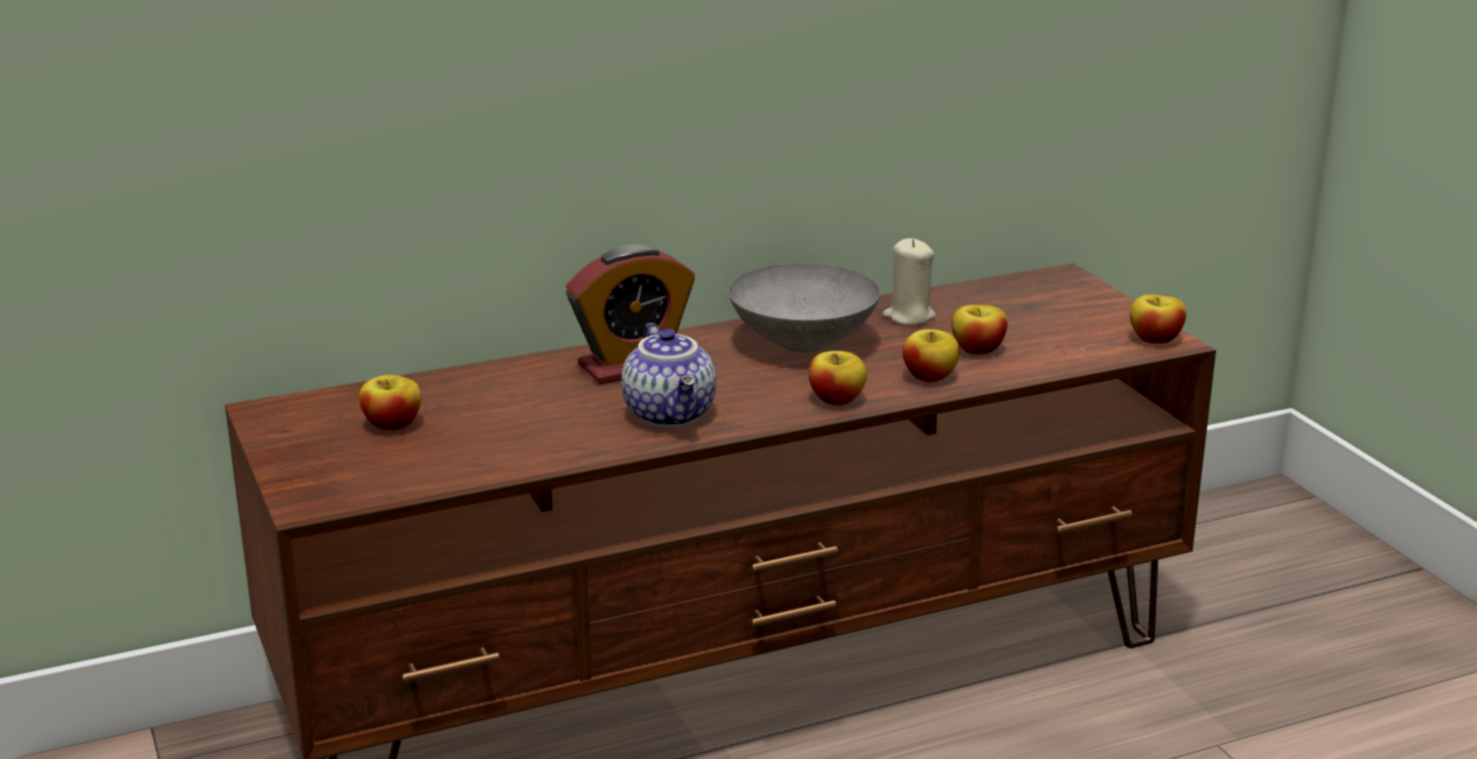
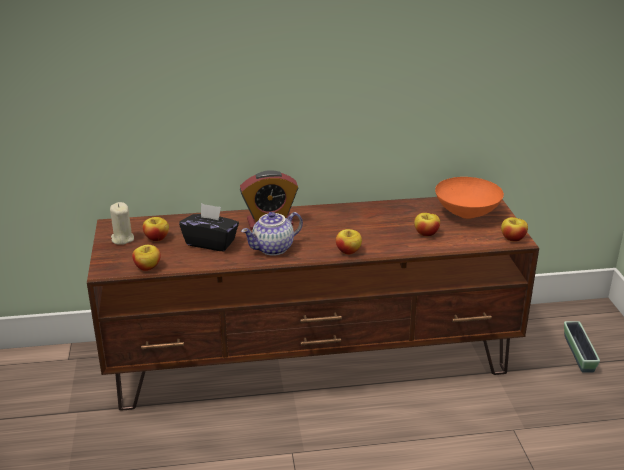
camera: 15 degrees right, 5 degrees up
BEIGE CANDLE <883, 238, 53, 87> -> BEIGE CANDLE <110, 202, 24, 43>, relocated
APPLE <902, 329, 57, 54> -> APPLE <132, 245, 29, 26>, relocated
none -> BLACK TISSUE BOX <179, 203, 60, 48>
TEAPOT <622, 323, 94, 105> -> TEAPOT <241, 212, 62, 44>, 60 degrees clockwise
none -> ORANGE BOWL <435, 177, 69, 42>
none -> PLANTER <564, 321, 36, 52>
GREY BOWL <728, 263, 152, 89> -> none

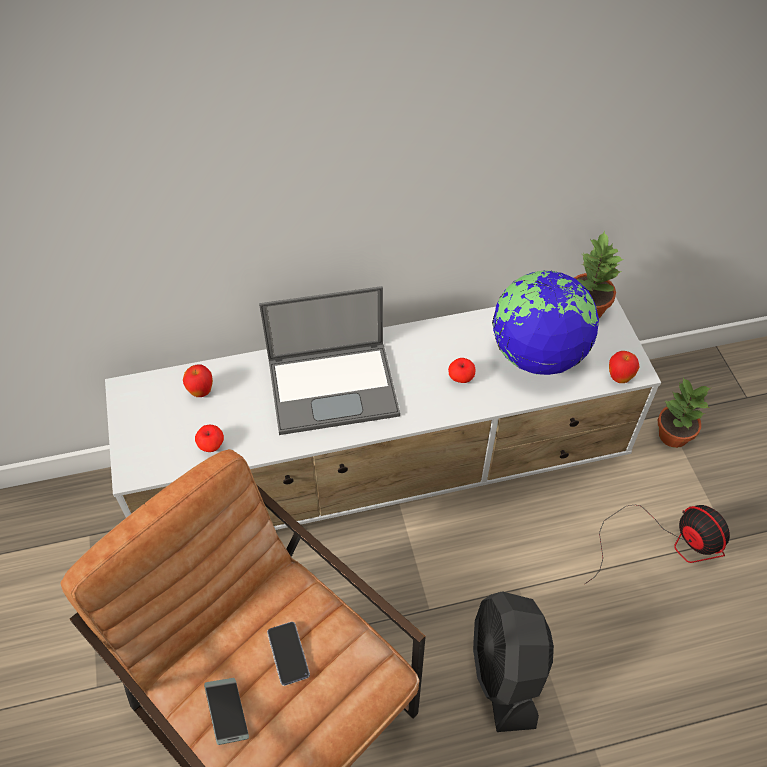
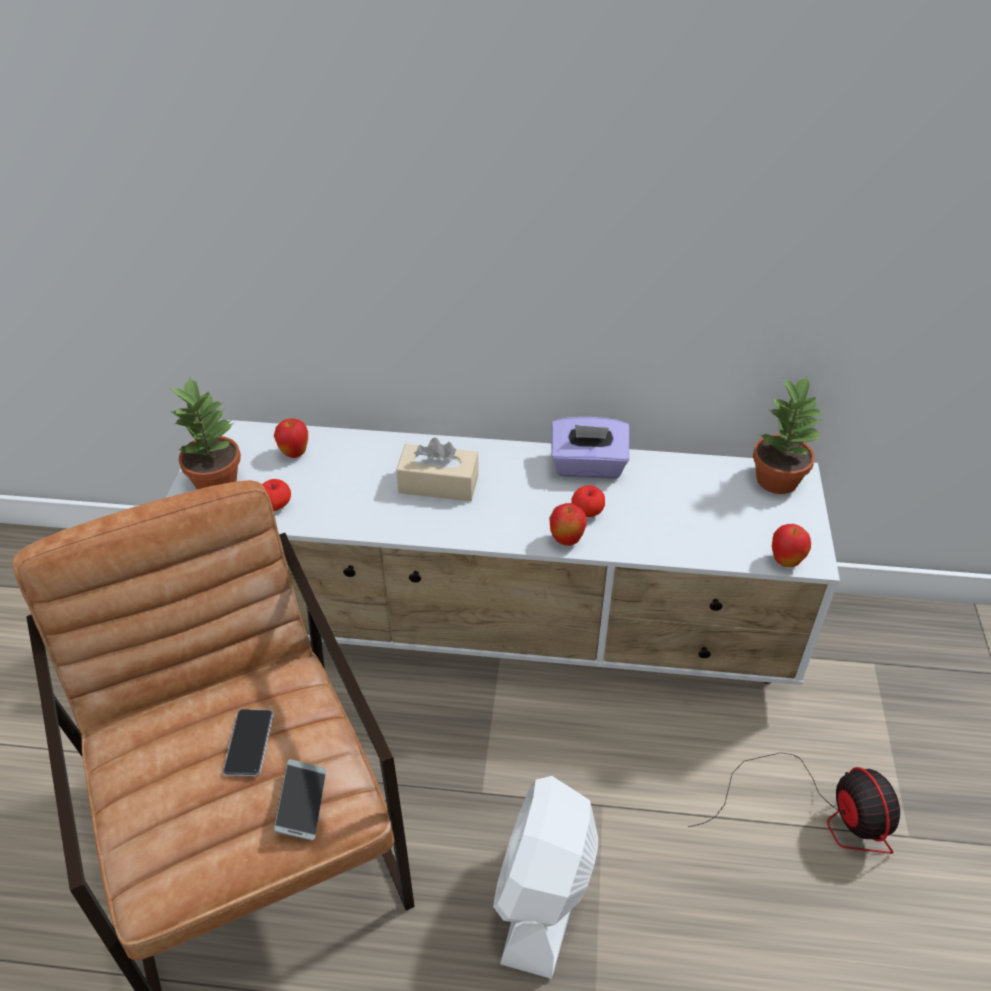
camera: 20 degrees right, 10 degrees down
POTTED PLANT <658, 378, 52, 70> -> POTTED PLANT <170, 376, 71, 113>, relocated
PHONE <204, 678, 45, 67> -> PHONE <274, 759, 52, 82>, relocated
LAPTOP <259, 286, 141, 149> -> BEIGE TISSUE BOX <396, 438, 83, 64>
BLACK FAN <473, 591, 81, 141> -> WHITE FAN <493, 776, 105, 203>
none -> APPLE <549, 503, 38, 43>
none -> PURPLE TISSUE BOX <551, 417, 78, 62>
GLOBE <492, 270, 107, 105> -> none

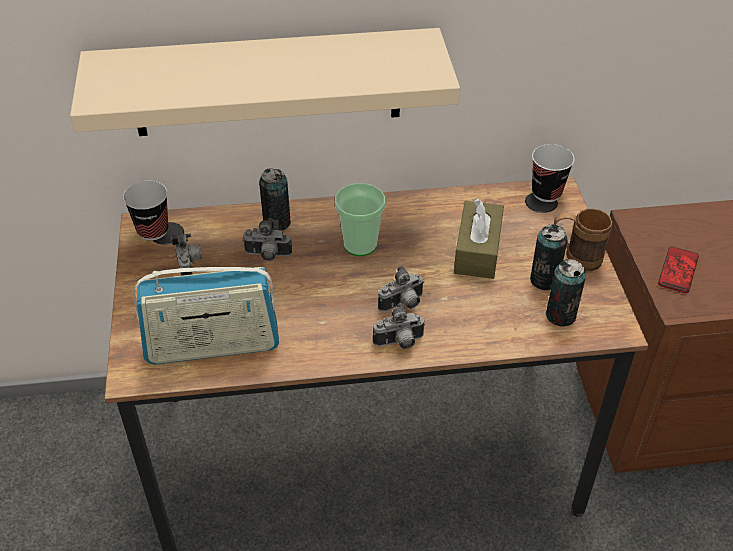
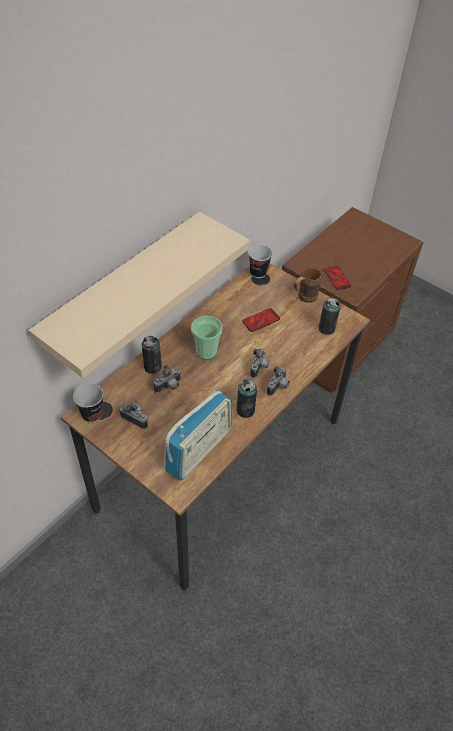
camera: 45 degrees left, 5 degrees up
CAN <530, 224, 38, 66> -> CAN <236, 379, 21, 39>, relocated
BROWN TISSUE BOX <454, 198, 50, 81> -> PHONE <242, 308, 38, 24>

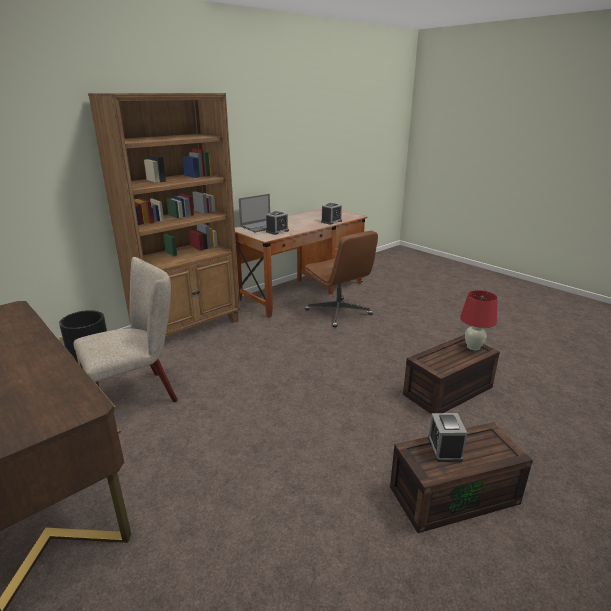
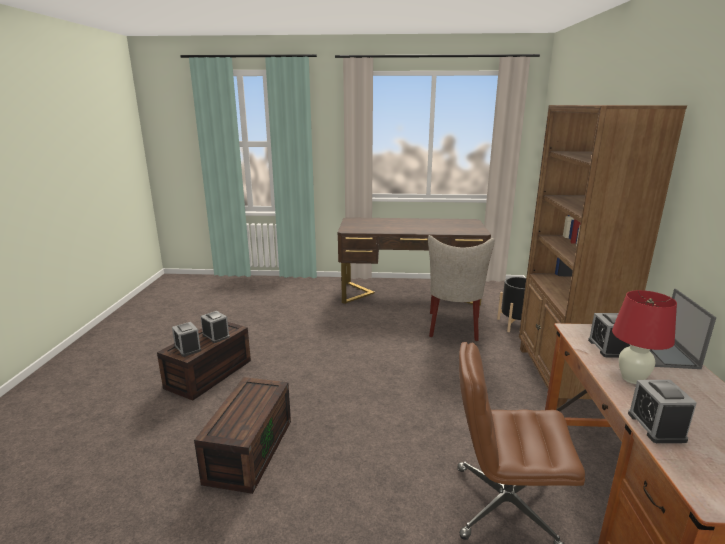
camera: 135 degrees right, 5 degrees down
none -> ALARM CLOCK <172, 322, 29, 35>
RED TABLE LAMP <460, 290, 38, 60> -> RED TABLE LAMP <612, 290, 65, 94>, relocated

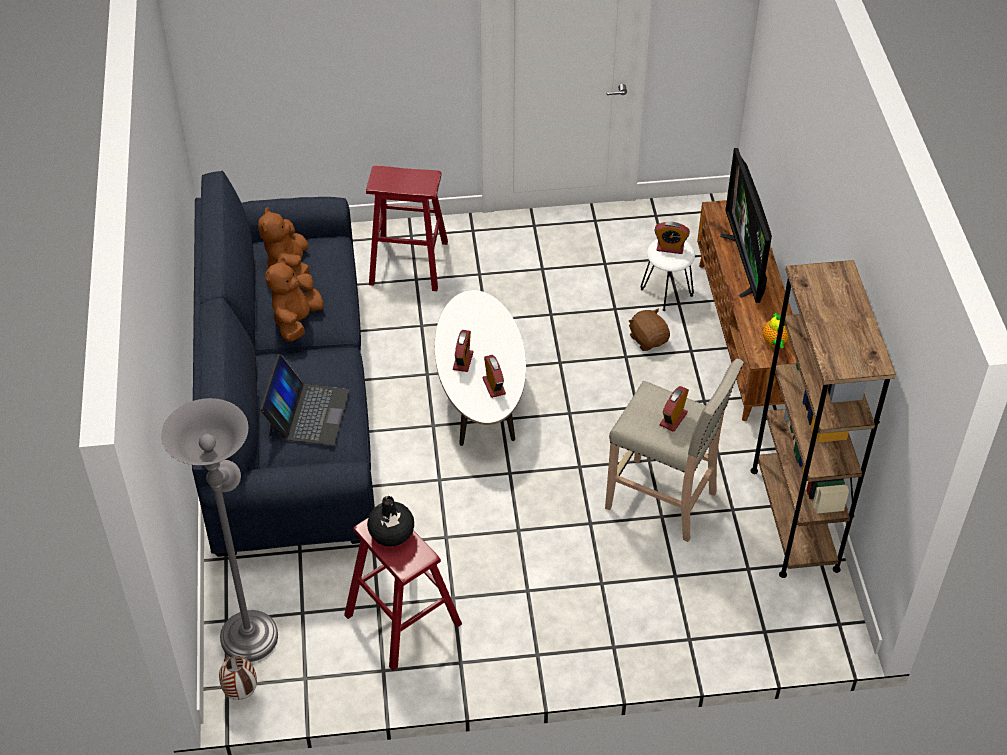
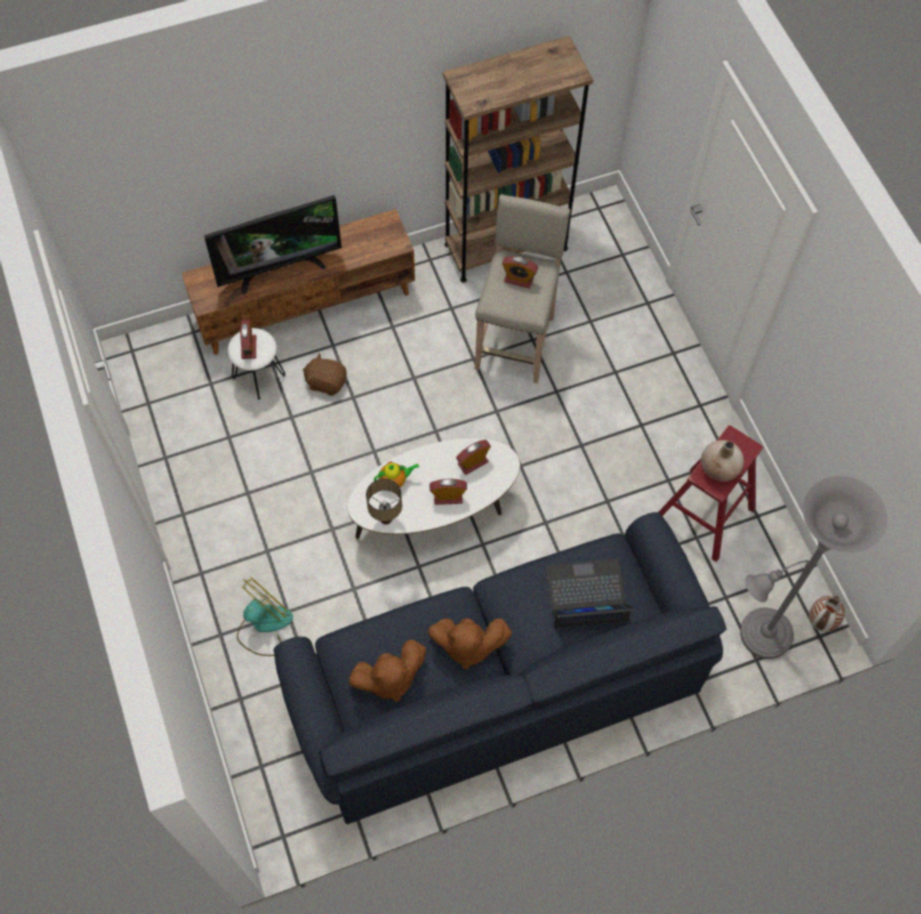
camera: 105 degrees left, 15 degrees up
RED STOOL <366, 165, 82, 126> -> FAN <237, 577, 56, 79>
BROWN PLUSH TOY <628, 308, 42, 43> -> BROWN PLUSH TOY <303, 353, 44, 43>, 60 degrees clockwise
none -> TABLE LAMP <366, 479, 36, 46>
TEAPOT <763, 312, 26, 36> -> TEAPOT <374, 462, 45, 25>, relocated
BLACK VASE <367, 496, 47, 51> -> BEIGE VASE <701, 440, 43, 42>

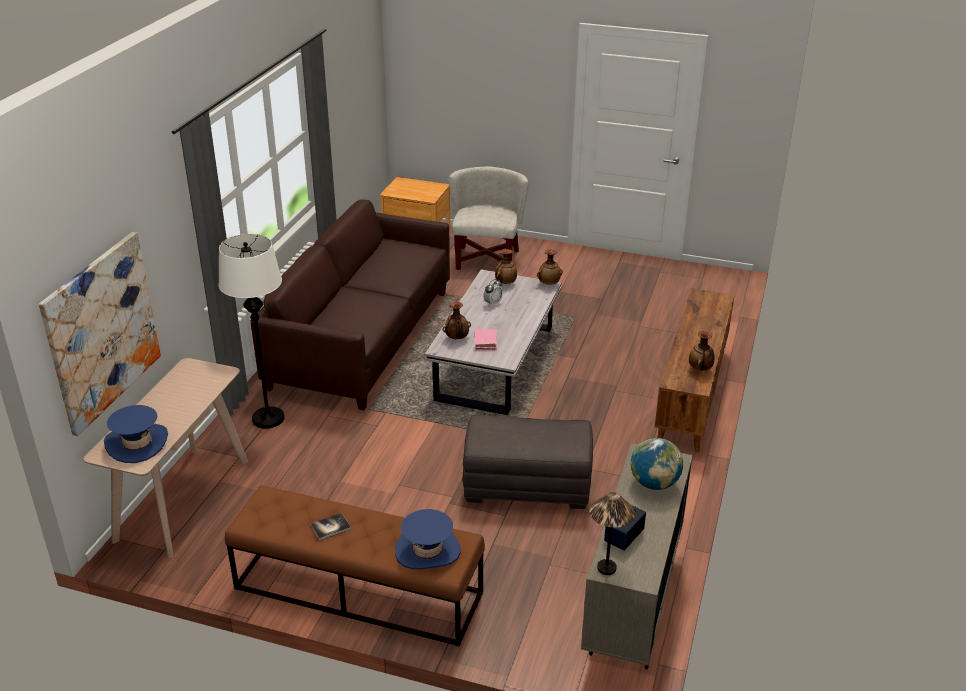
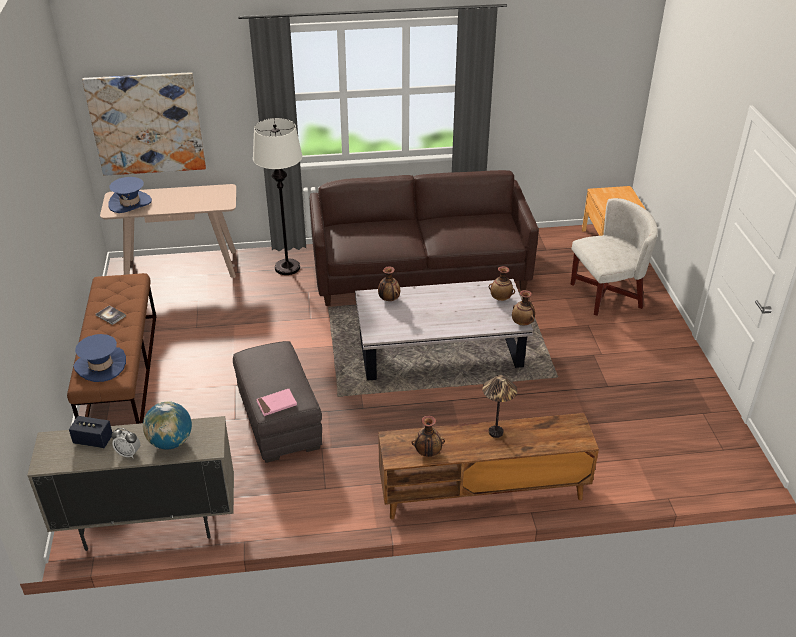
camera: 65 degrees right, 5 degrees up
ALARM CLOCK <483, 279, 20, 28> -> ALARM CLOCK <112, 428, 28, 30>, relocated
PINK BOOK <475, 329, 22, 22> -> PINK BOOK <256, 389, 41, 27>, relocated
TABLE LAMP <589, 492, 46, 83> -> TABLE LAMP <482, 375, 36, 63>, relocated

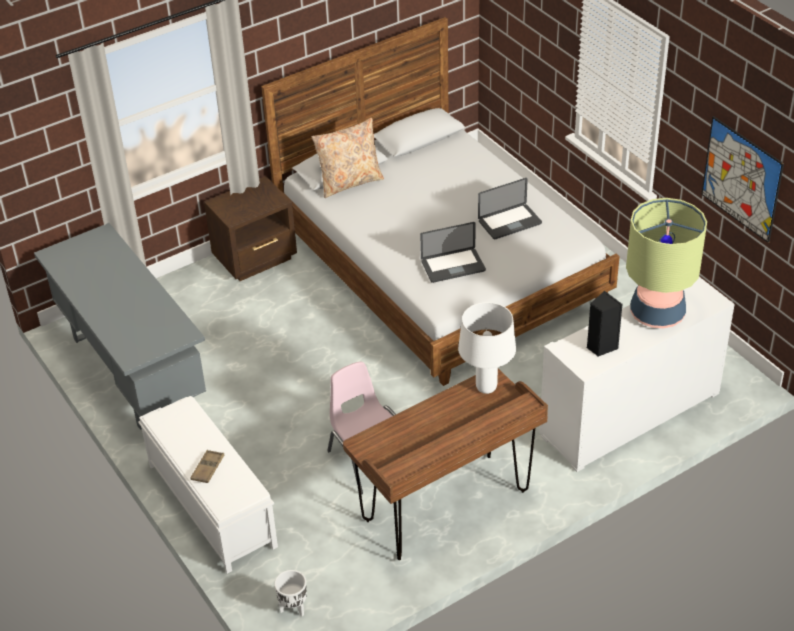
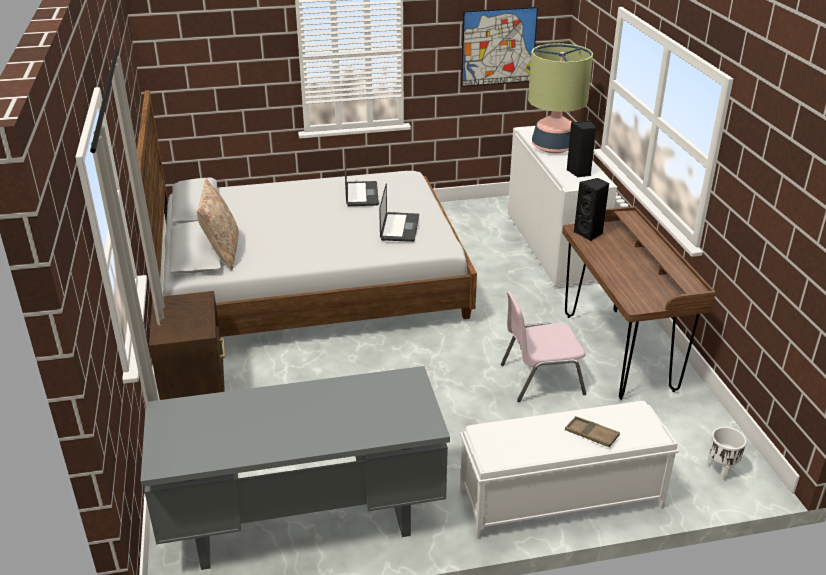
camera: 70 degrees left, 10 degrees down
WHITE TABLE LAMP <458, 302, 58, 92> -> BLACK SPEAKER <574, 178, 35, 63>

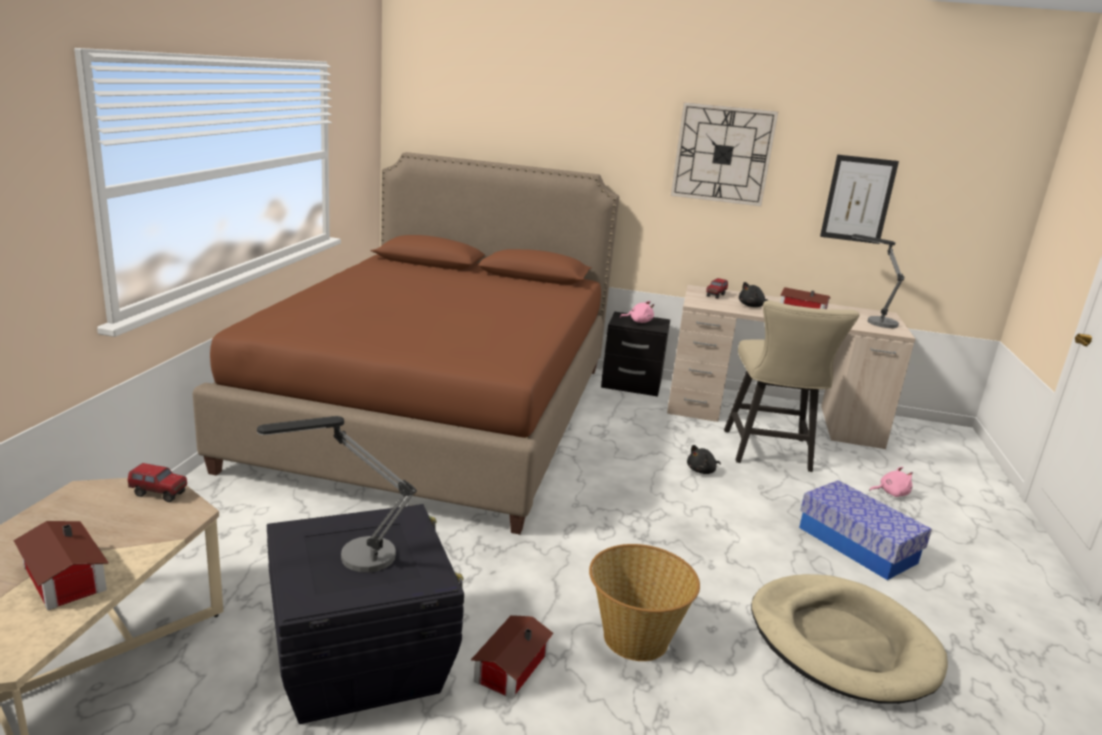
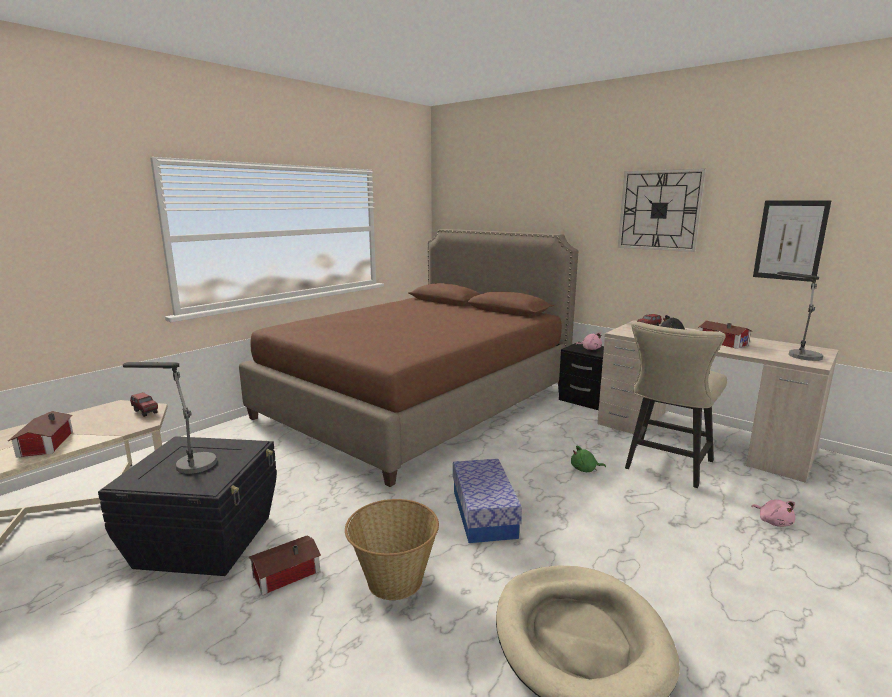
camera: 30 degrees right, 5 degrees down
STORAGE BOX <799, 480, 133, 100> -> STORAGE BOX <453, 459, 69, 84>, relocated
BLACK PLUSH TOY <687, 445, 34, 29> -> GREEN PLUSH TOY <571, 446, 35, 26>
PINK PLUSH TOY <869, 466, 44, 31> -> PINK PLUSH TOY <751, 499, 44, 28>, 45 degrees clockwise

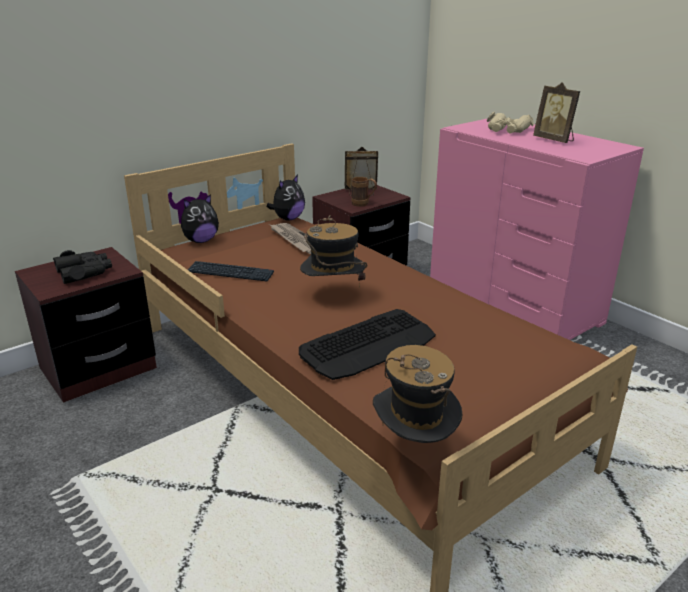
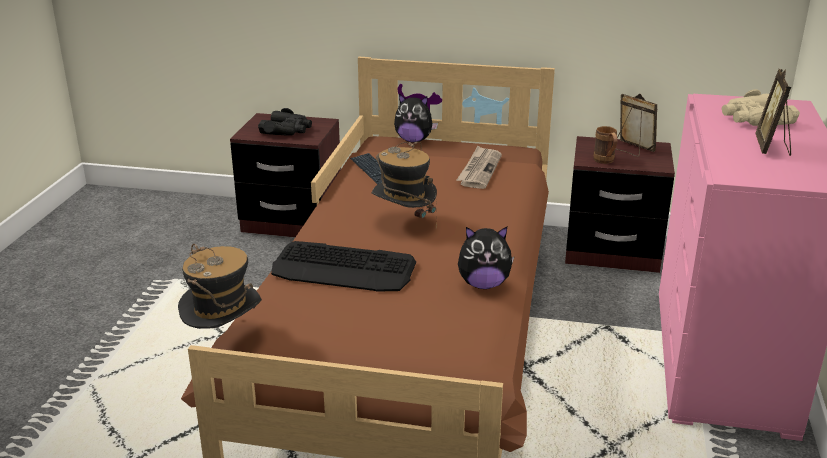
camera: 50 degrees right, 0 degrees up
PLUSH TOY <267, 175, 38, 46> -> PLUSH TOY <458, 227, 56, 62>, relocated

